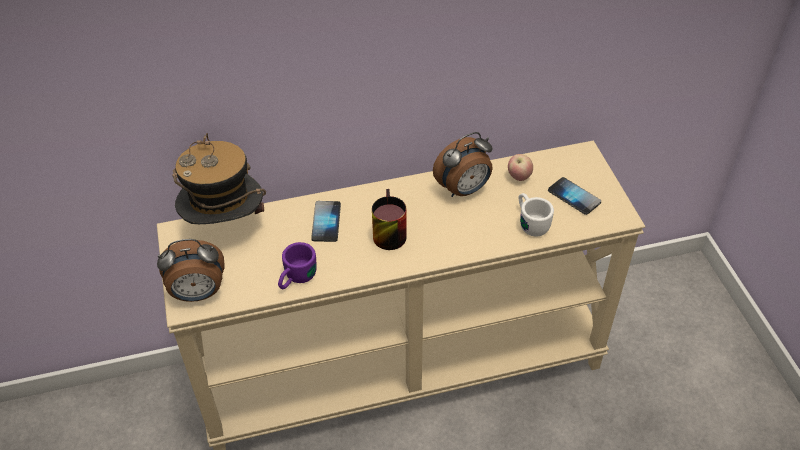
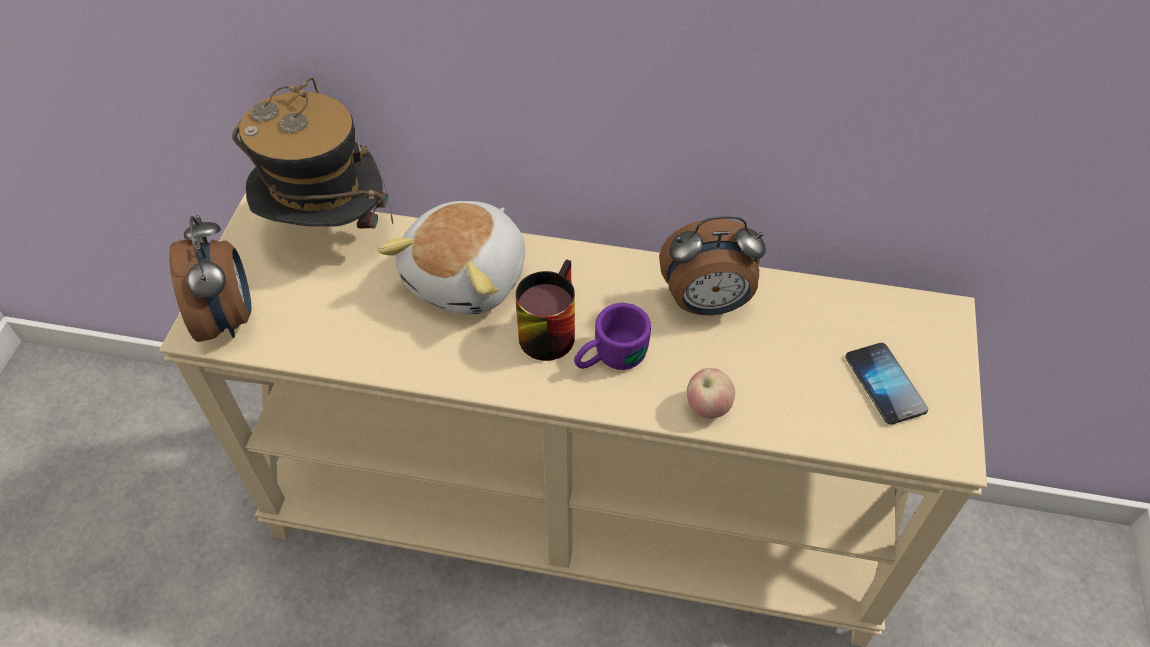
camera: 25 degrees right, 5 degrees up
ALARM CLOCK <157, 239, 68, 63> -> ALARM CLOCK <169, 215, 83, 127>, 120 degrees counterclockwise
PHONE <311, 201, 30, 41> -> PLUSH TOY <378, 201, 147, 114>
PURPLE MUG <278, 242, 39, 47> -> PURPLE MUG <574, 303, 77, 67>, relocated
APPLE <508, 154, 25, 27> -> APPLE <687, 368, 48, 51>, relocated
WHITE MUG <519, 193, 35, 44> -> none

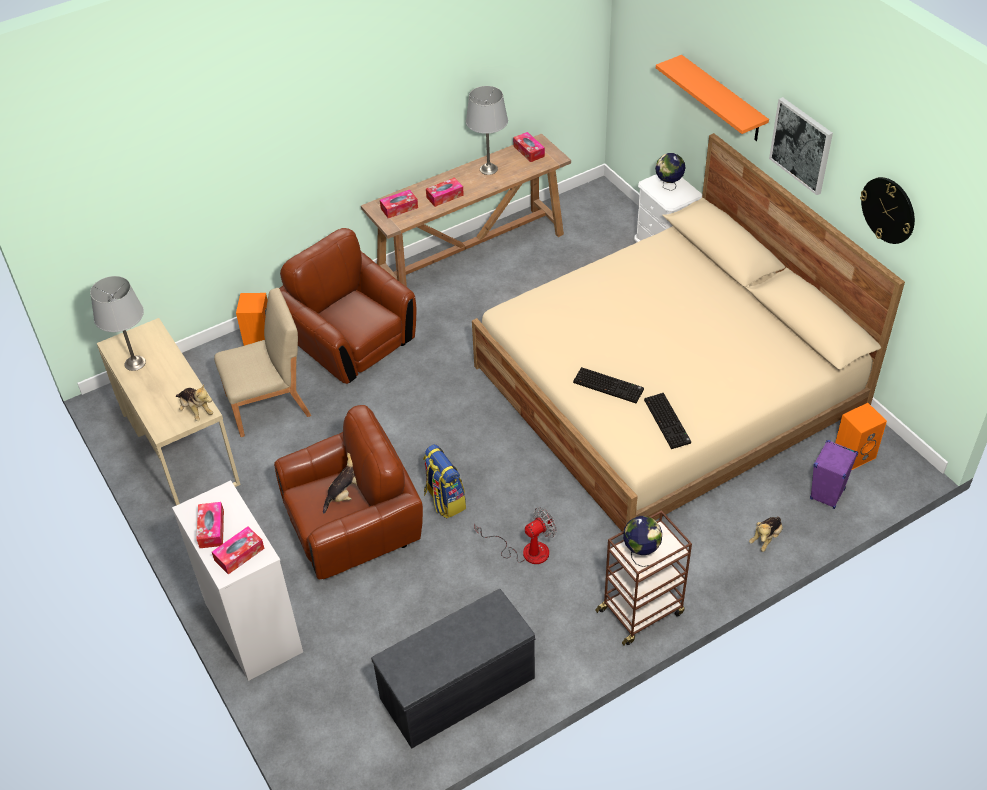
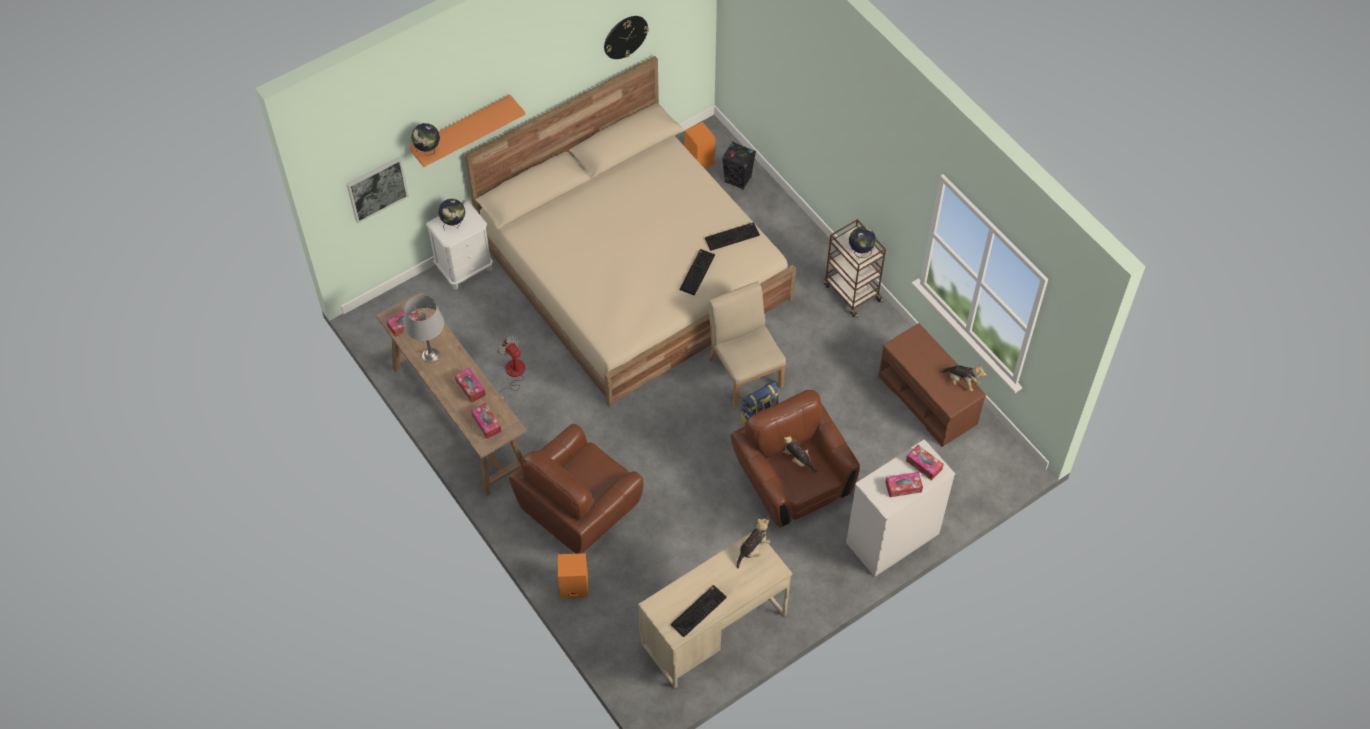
camera: 95 degrees left, 10 degrees up
PICTURE <769, 97, 64, 98> -> PICTURE <346, 157, 63, 66>, relocated
none -> GLOBE <411, 123, 29, 33>
FAN <474, 508, 83, 56> -> FAN <497, 335, 29, 65>, relocated
GREY TABLE LAMP <90, 276, 56, 95> -> KEYBOARD <671, 585, 56, 52>
BEIGE CHAIR <214, 288, 97, 149> -> BEIGE CHAIR <708, 281, 78, 125>, relocated
PURPLE SPEAKER <810, 440, 48, 69> -> BLACK SPEAKER <722, 142, 34, 48>
GREY BENCH <371, 589, 164, 160> -> BROWN BENCH <878, 323, 108, 124>
PLUSH TOY <749, 516, 34, 36> -> PLUSH TOY <939, 364, 48, 27>, relocated

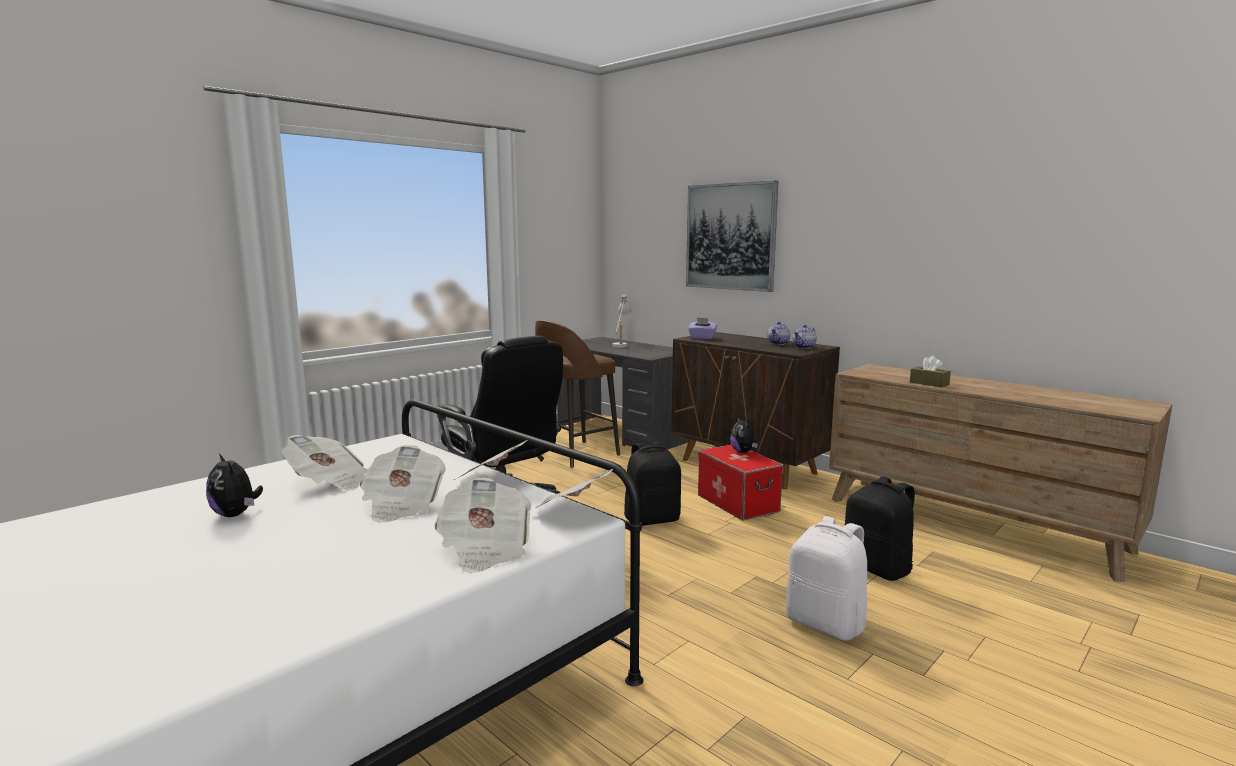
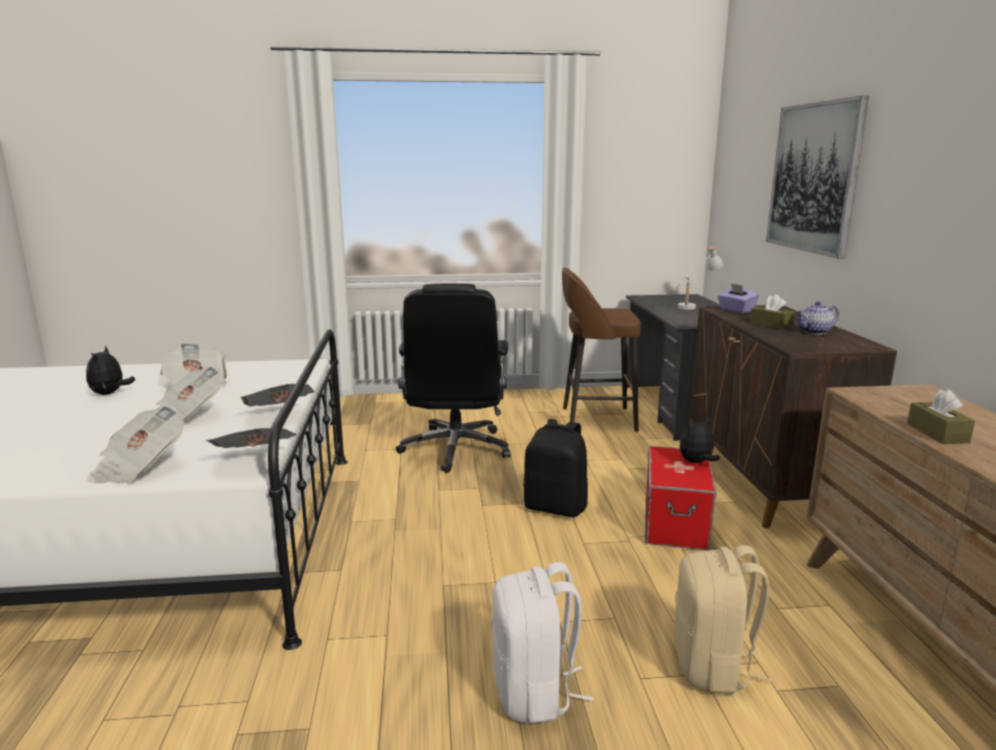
camera: 40 degrees right, 5 degrees up
BLACK BACKPACK <845, 476, 70, 105> -> BEIGE BACKPACK <674, 545, 99, 149>
PLUSH TOY <730, 417, 28, 36> -> PLUSH TOY <680, 418, 40, 45>, 45 degrees clockwise
none -> BROWN TISSUE BOX <750, 294, 45, 36>
TEAPOT <793, 325, 24, 24> -> none

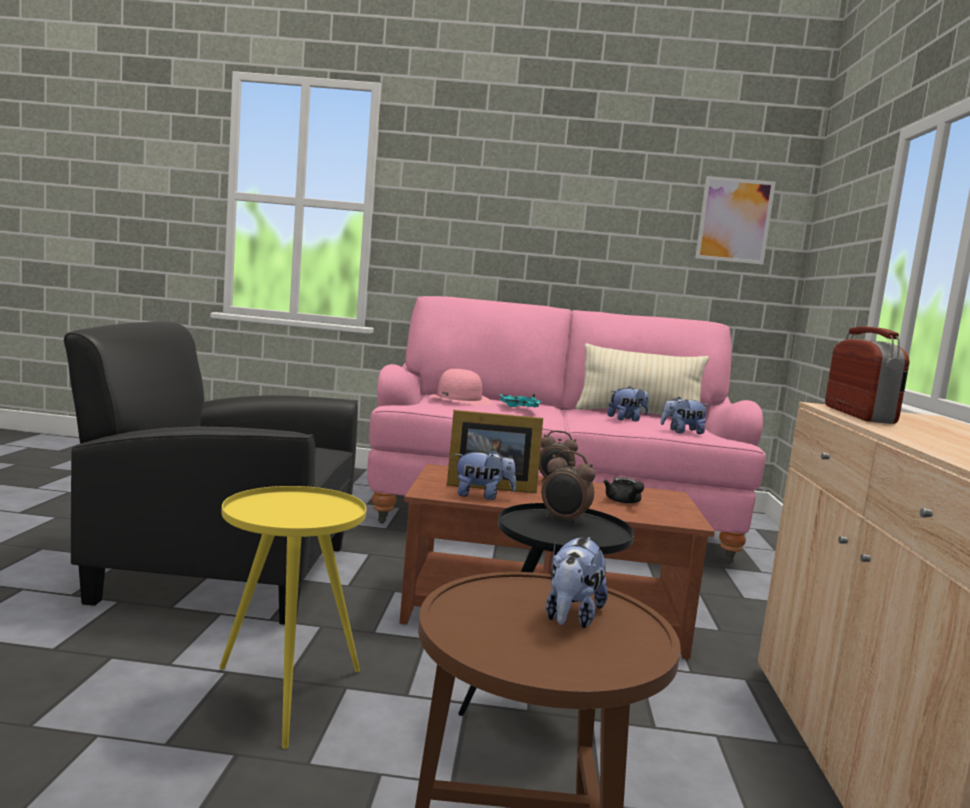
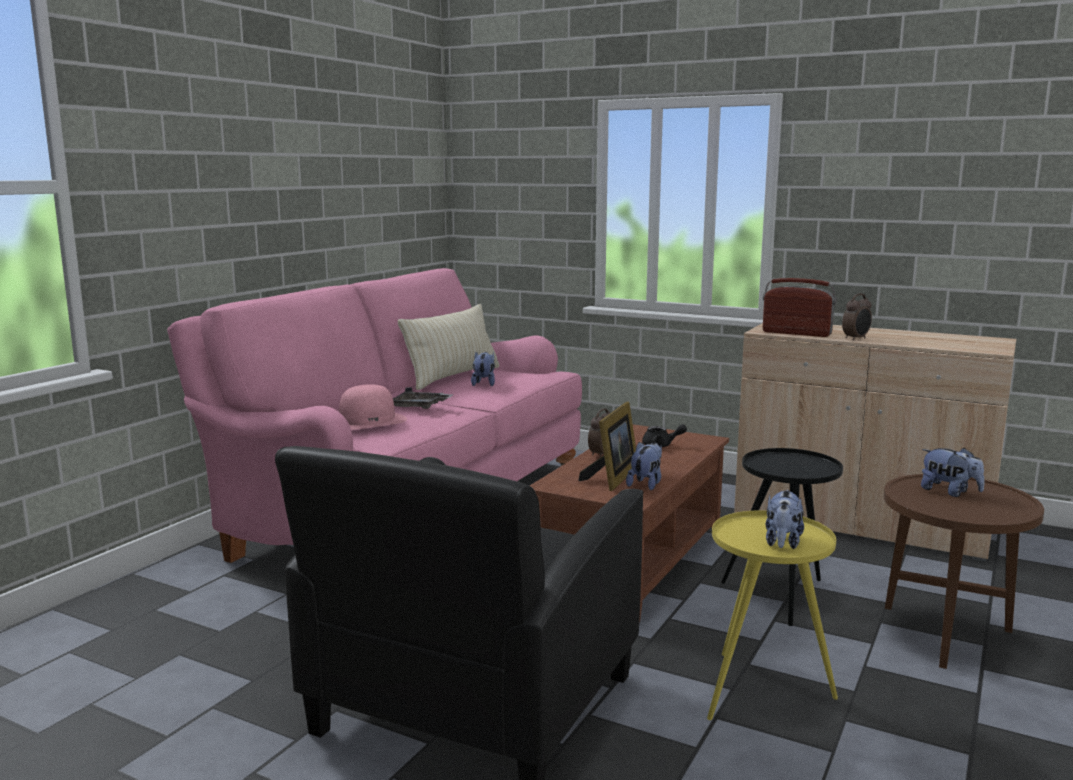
camera: 65 degrees left, 5 degrees up
TURQUOISE TRAY <499, 393, 42, 15> -> GREY TRAY <393, 387, 60, 22>
PLUSH TOY <660, 396, 49, 38> -> PLUSH TOY <766, 490, 38, 59>, relocated
ALARM CLOCK <541, 450, 55, 75> -> ALARM CLOCK <842, 294, 30, 46>, relocated
PICTURE <695, 176, 81, 89> -> none

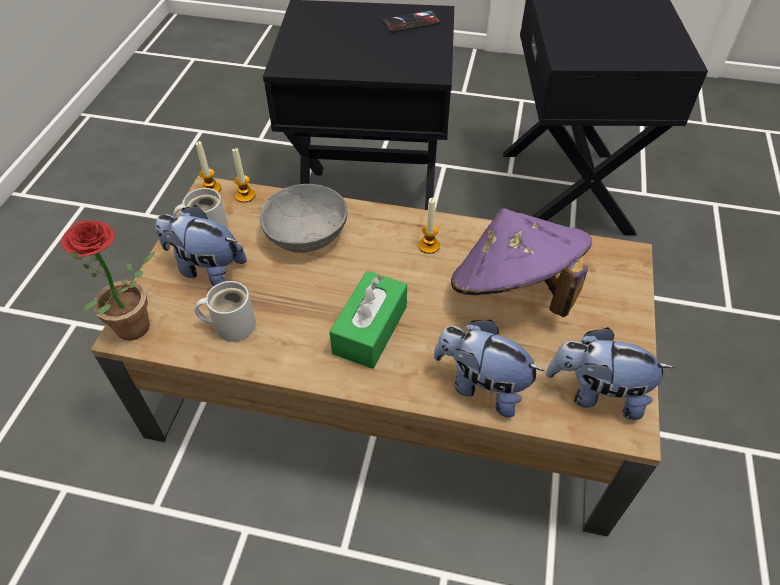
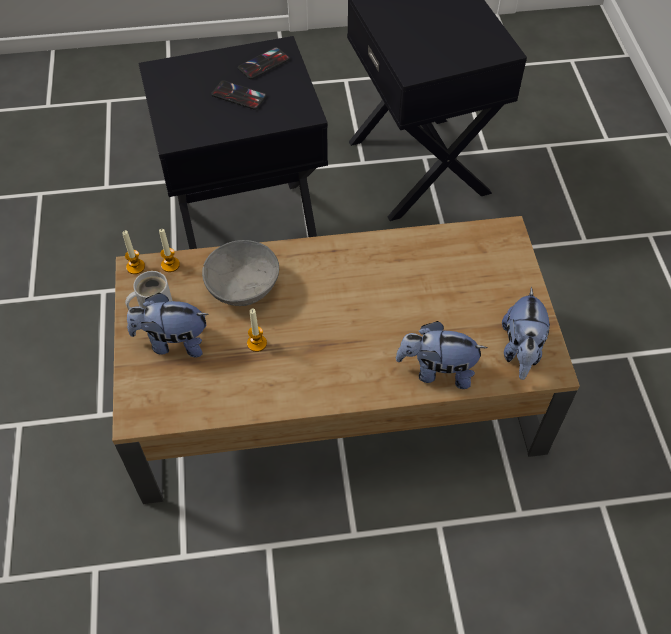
camera: 20 degrees left, 5 degrees up
none -> PHONE <211, 80, 56, 30>
CANDLE <418, 198, 22, 56> -> CANDLE <247, 308, 20, 44>, relocated
PLUSH TOY <546, 327, 128, 93> -> PLUSH TOY <502, 287, 48, 93>, 75 degrees counterclockwise
POTTED PLANT <61, 220, 94, 121> -> none
WHITE MUG <195, 281, 61, 61> -> none
GREEN TISSUE BOX <329, 271, 78, 98> -> none
PURPLE HAT <451, 208, 141, 109> -> none

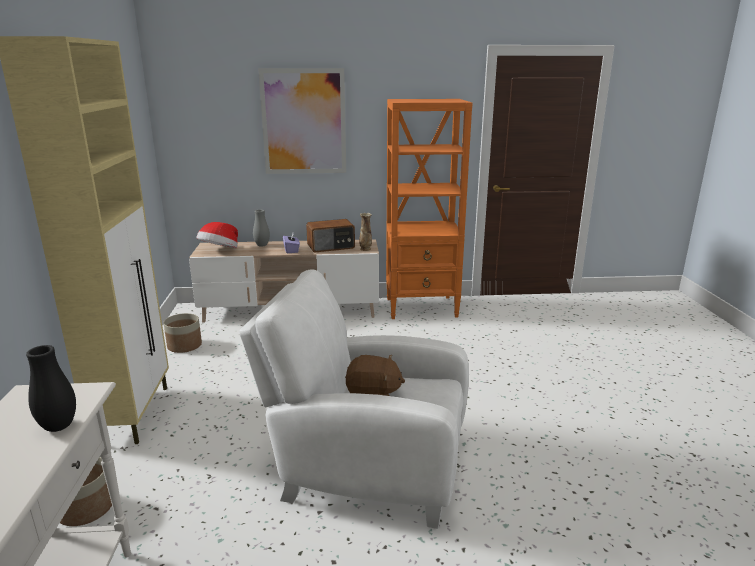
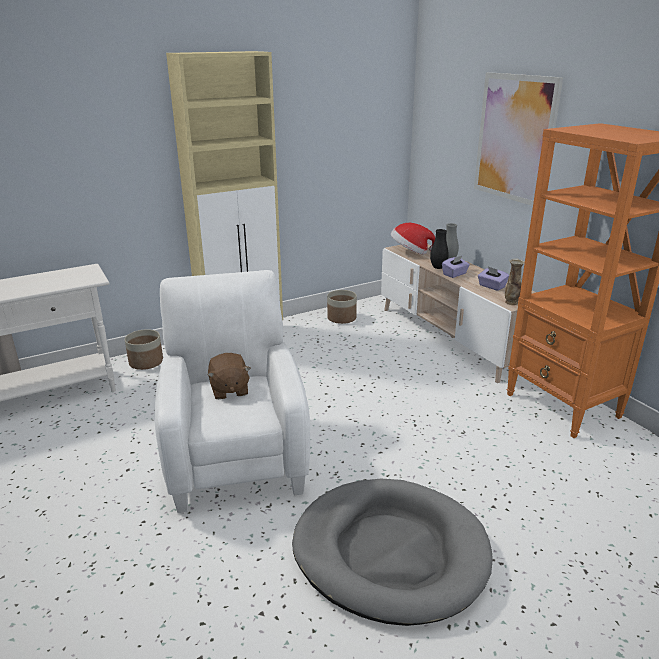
camera: 65 degrees right, 5 degrees up
none -> GREY DOG BED <292, 479, 201, 147>
BLACK VASE <26, 345, 50, 87> -> BLACK VASE <430, 229, 19, 40>, relocated
RADIO <306, 219, 49, 34> -> PURPLE TISSUE BOX <478, 266, 31, 25>

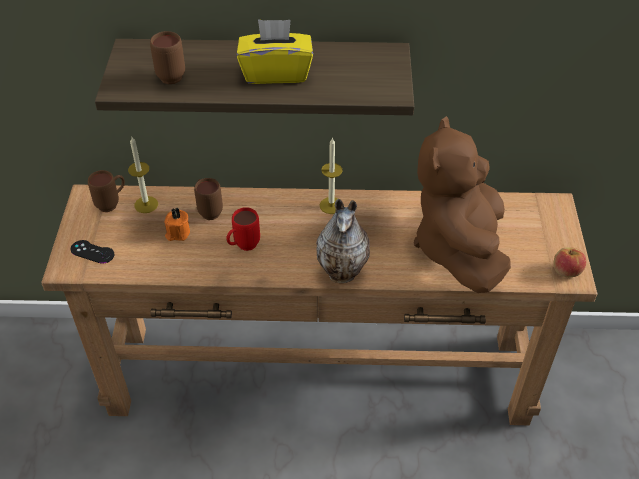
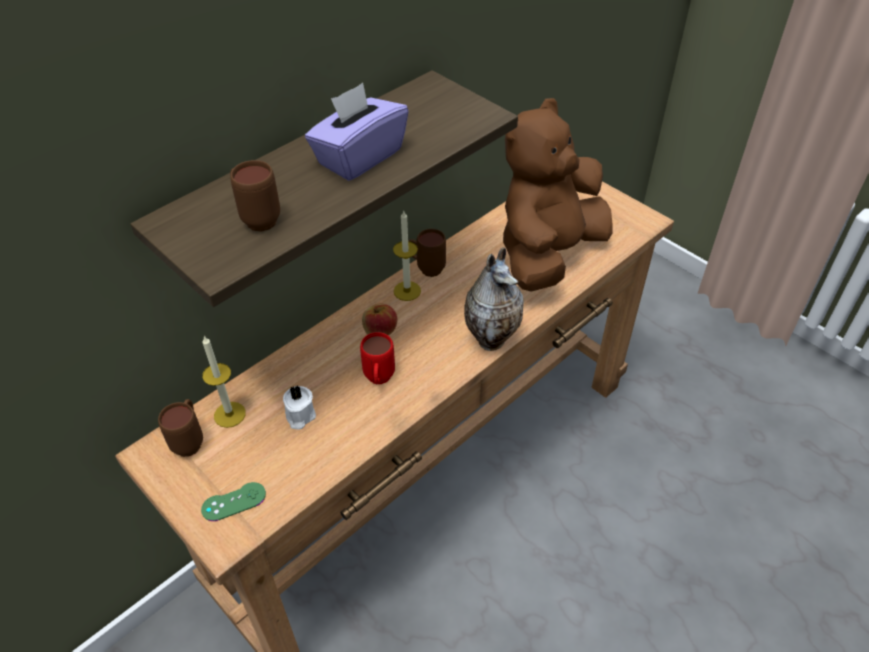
camera: 45 degrees left, 0 degrees up
BLACK GAME CONTROLLER <71, 240, 44, 24> -> GREEN GAME CONTROLLER <201, 482, 65, 39>
ORANGE CANDLE <165, 208, 25, 33> -> WHITE CANDLE <283, 385, 33, 45>
YELLOW TISSUE BOX <237, 19, 76, 65> -> PURPLE TISSUE BOX <305, 83, 104, 98>
APPLE <553, 247, 33, 30> -> APPLE <362, 304, 35, 32>, relocated
BROWN MUG <194, 178, 29, 42> -> BROWN MUG <408, 229, 38, 48>, relocated
BROWN PLUSH TOY <414, 116, 97, 177> -> BROWN PLUSH TOY <503, 98, 109, 194>, 75 degrees clockwise

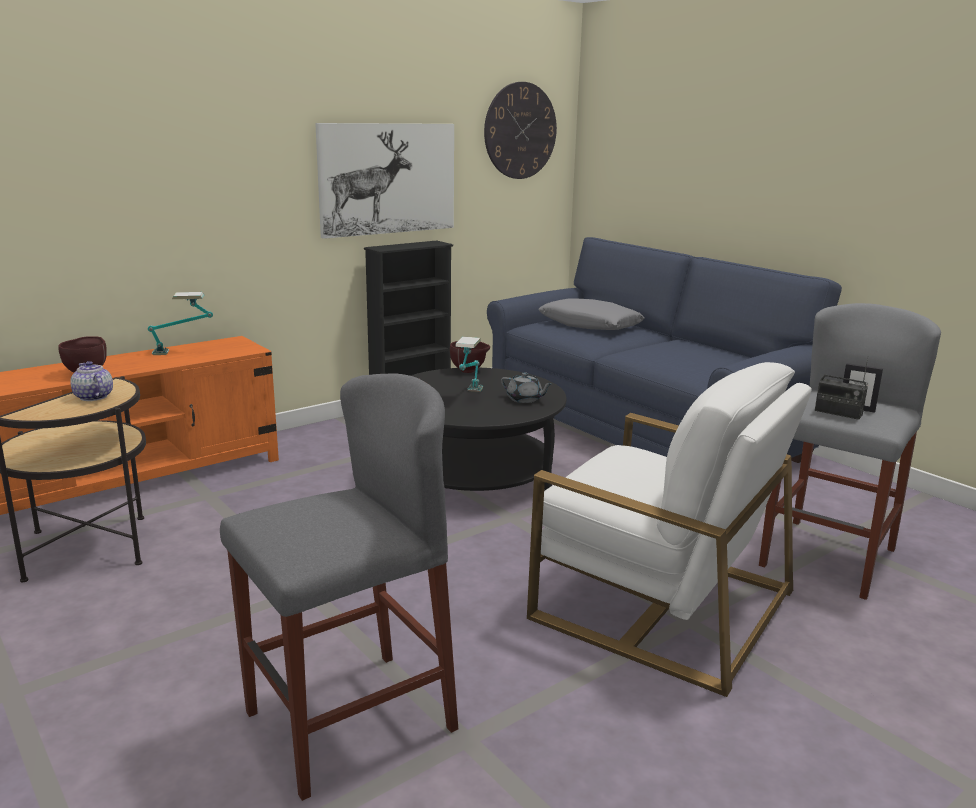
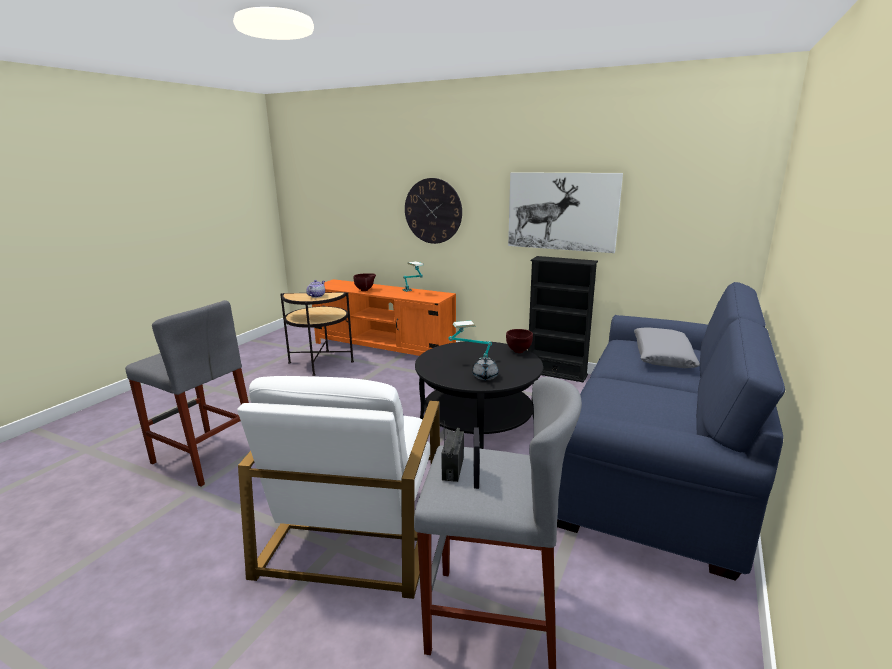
camera: 65 degrees right, 0 degrees up
WALL CLOCK <484, 82, 73, 97> -> WALL CLOCK <405, 178, 57, 66>, relocated

